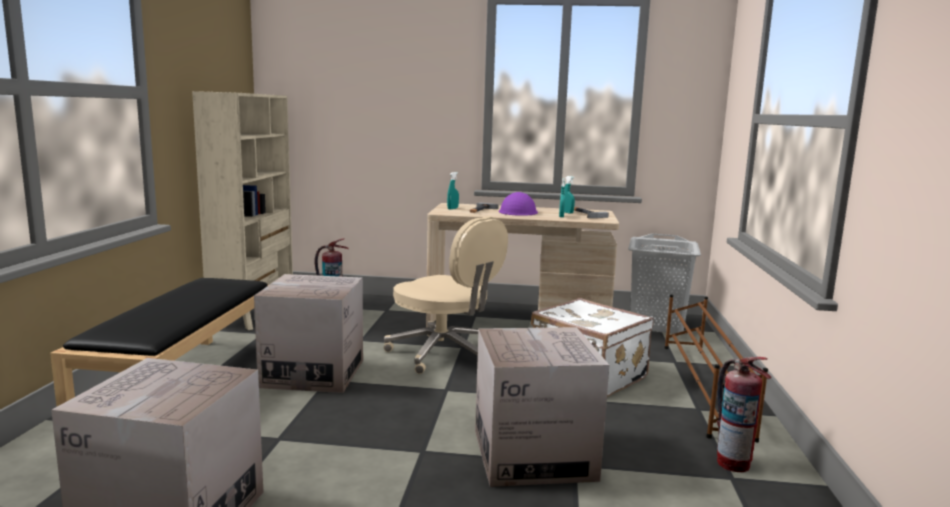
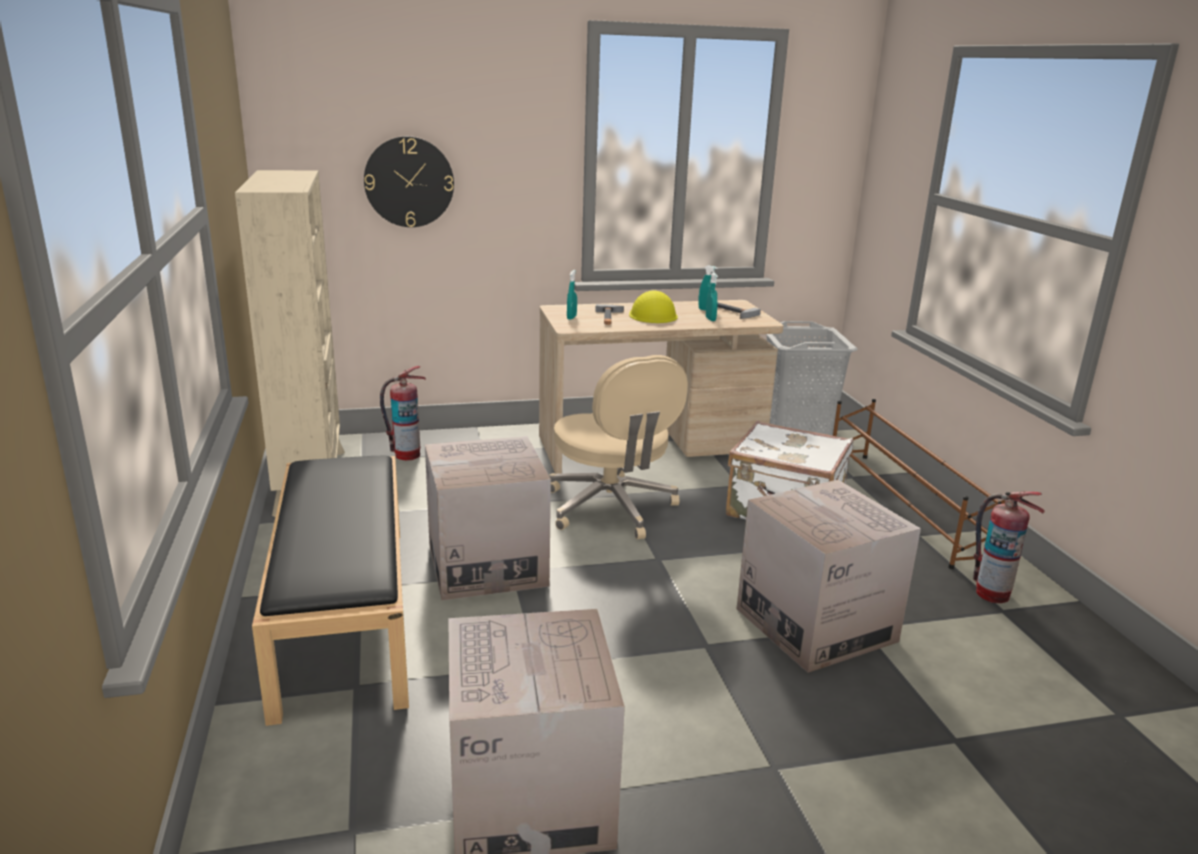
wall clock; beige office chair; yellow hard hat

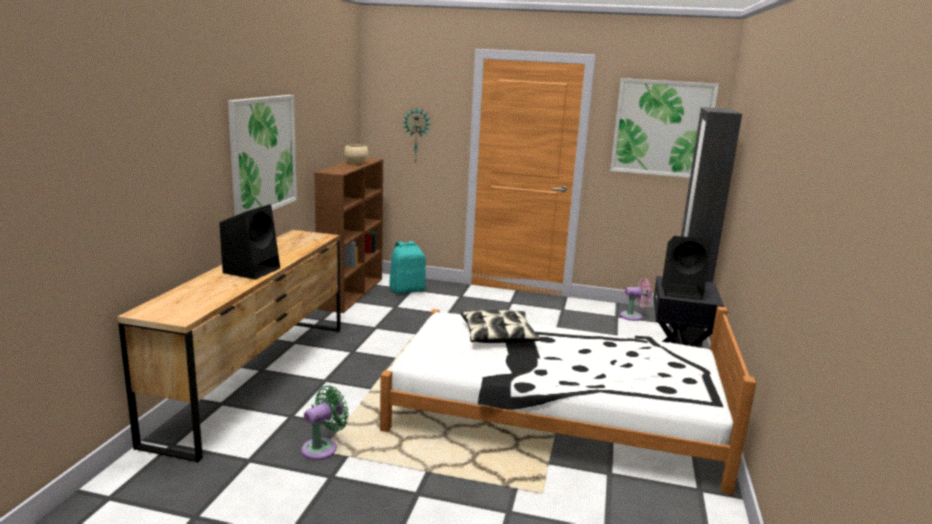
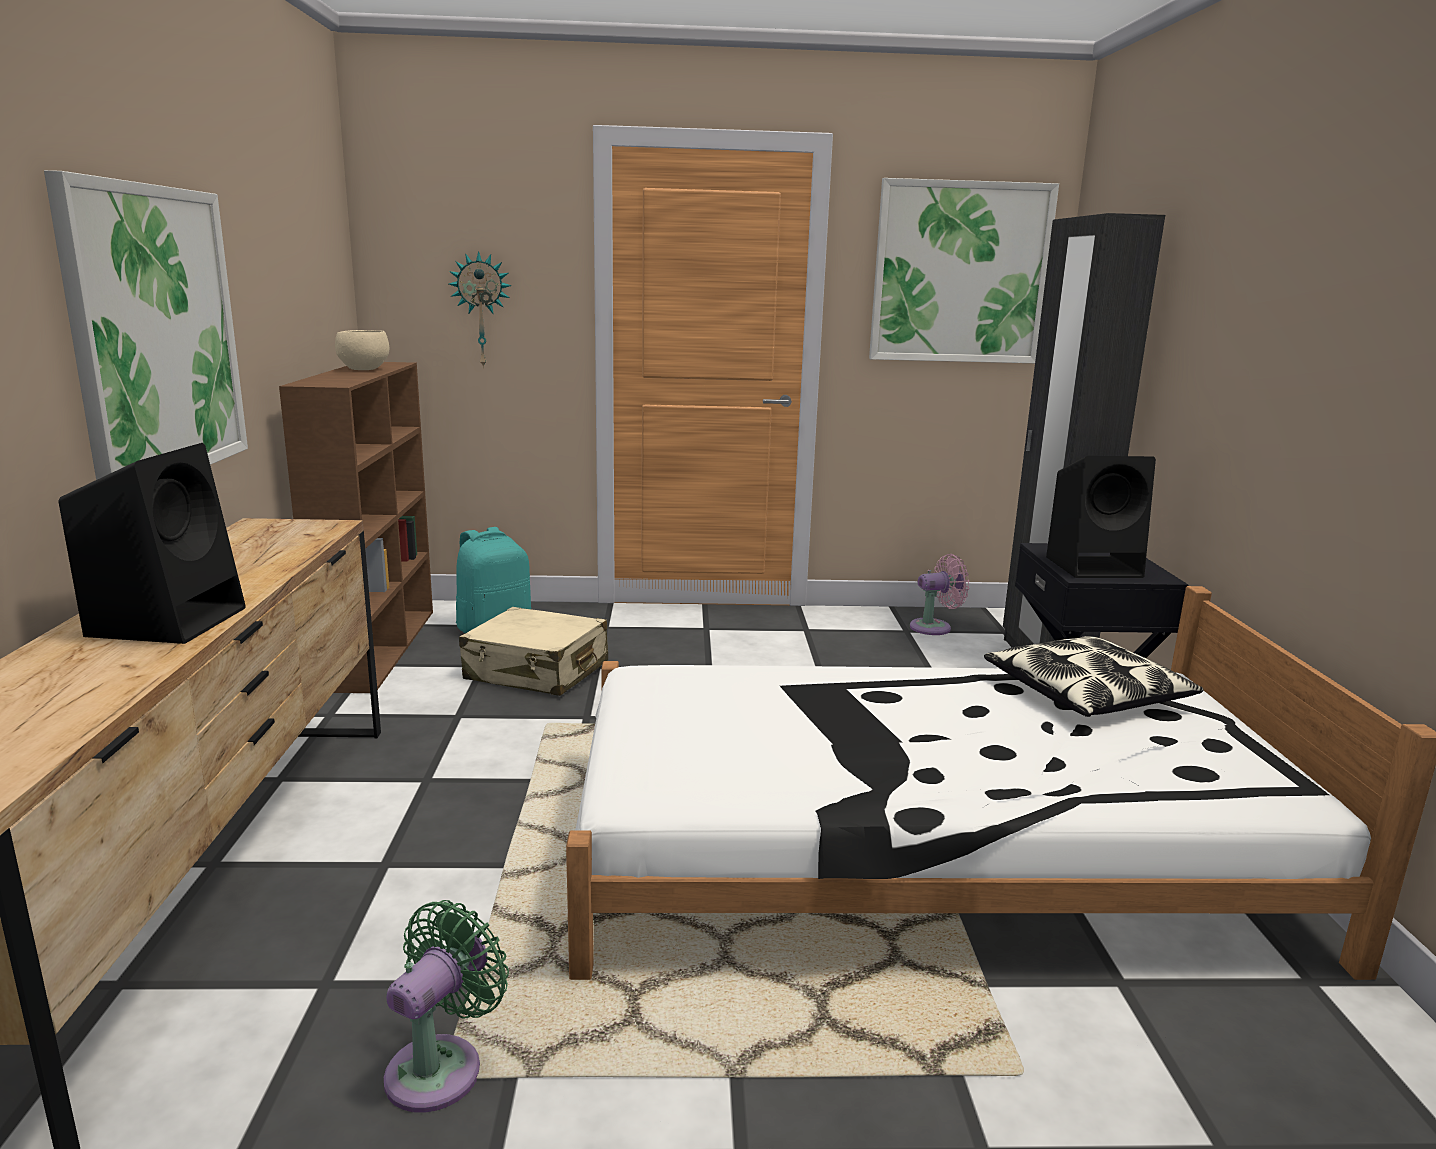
beige suitcase; pillow

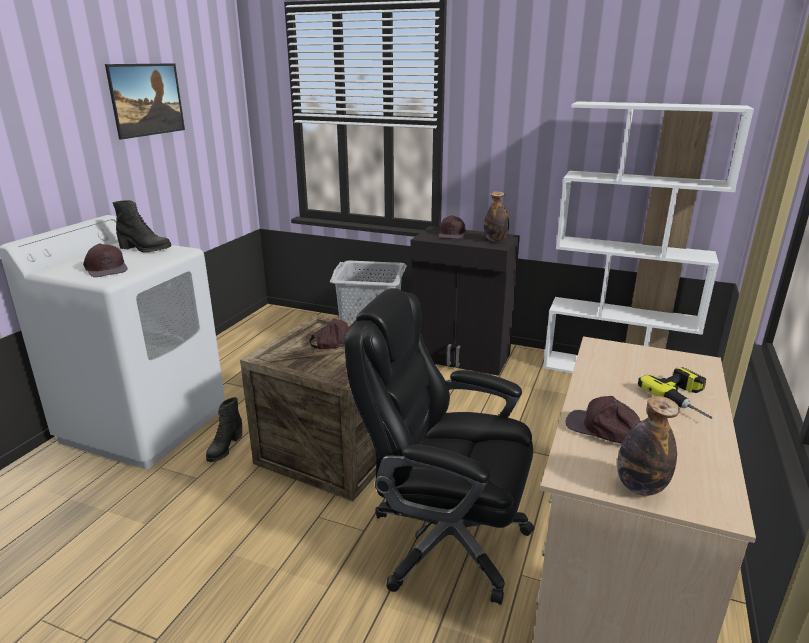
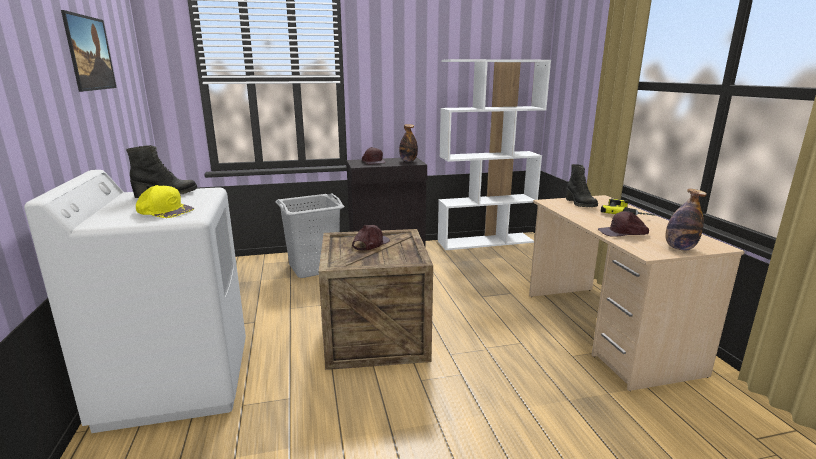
yellow cap; black boot (no. 2 from left); black office chair

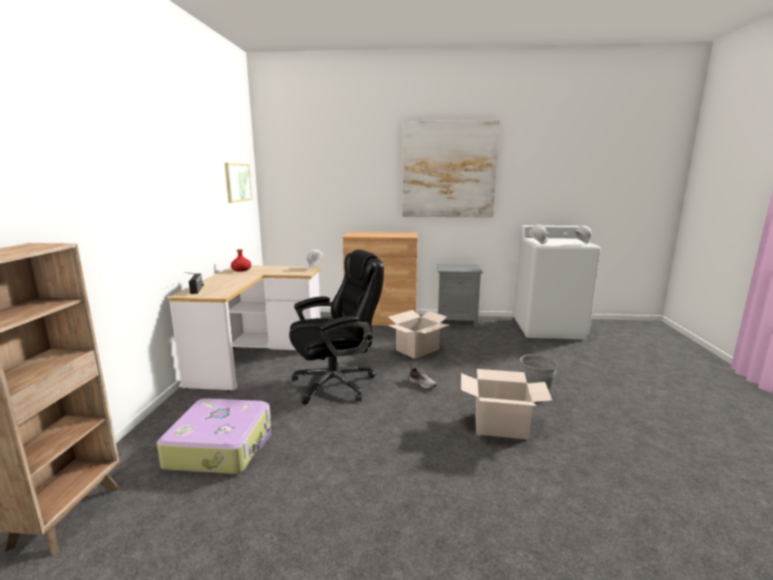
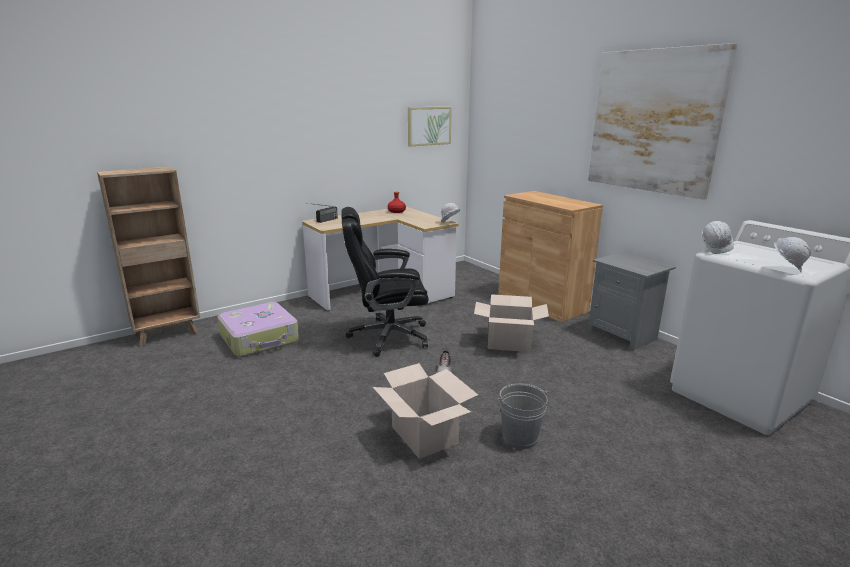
black office chair

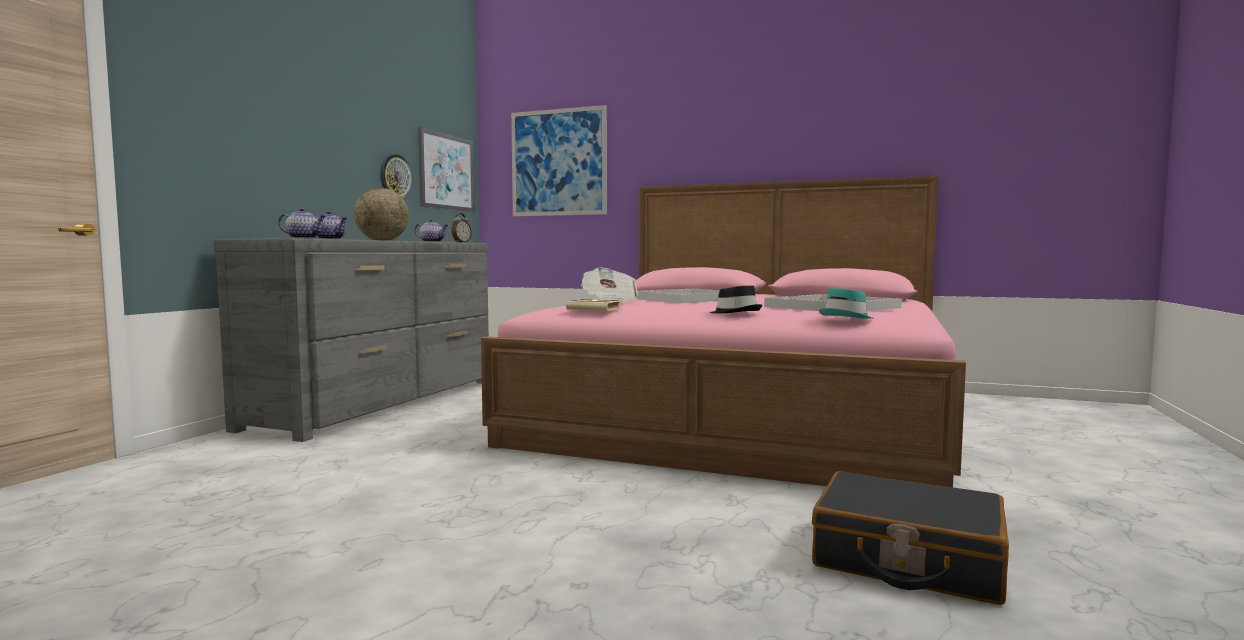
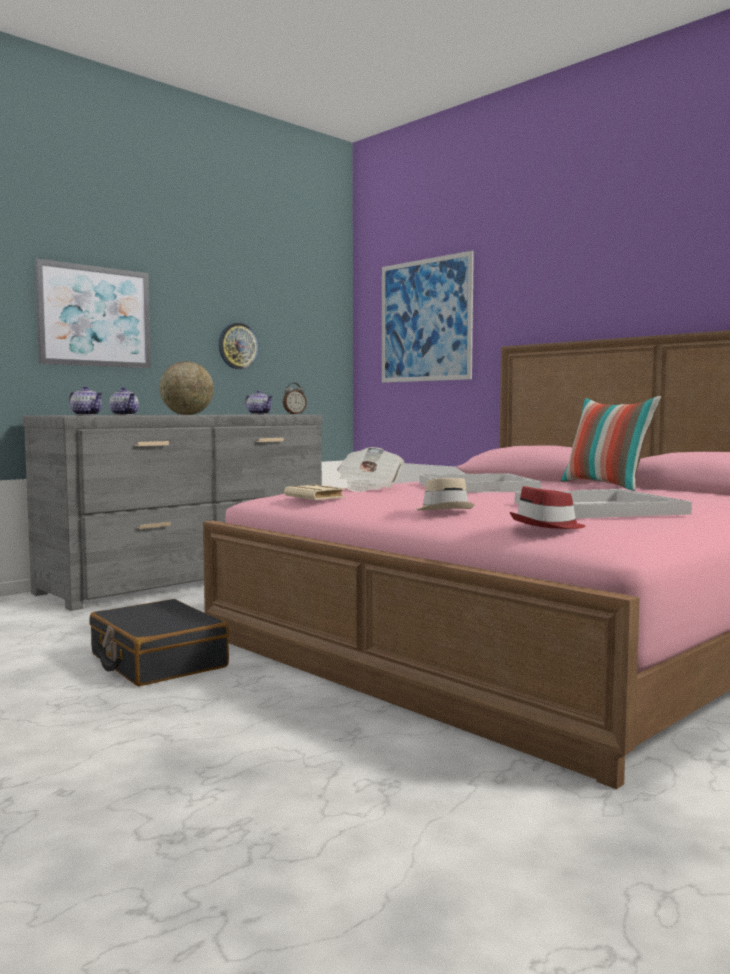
picture (no. 1 from left); black suitcase; beige hat; red hat; pillow

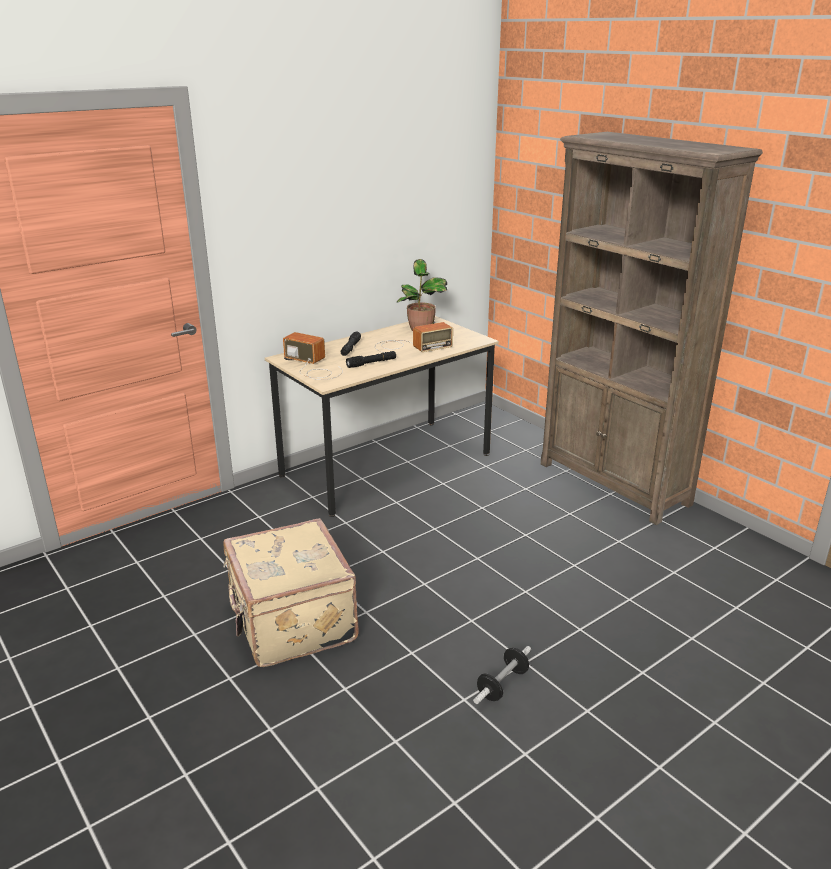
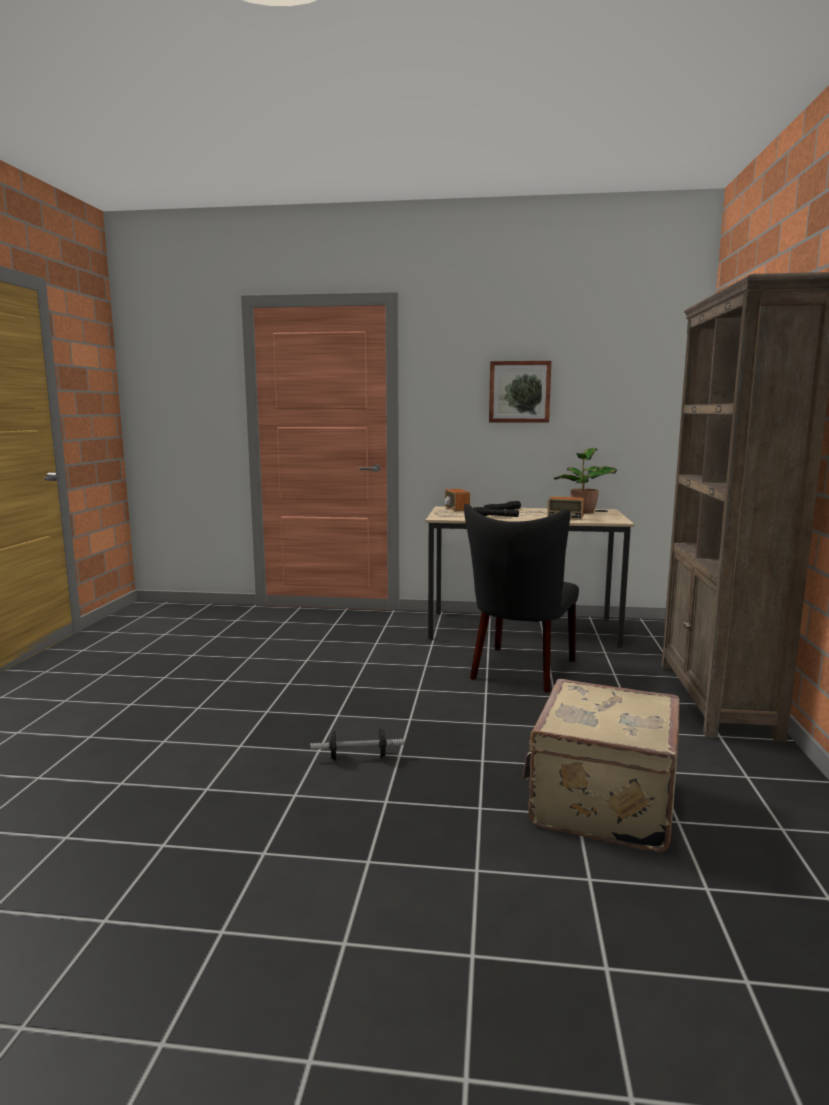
black chair; picture; beige suitcase

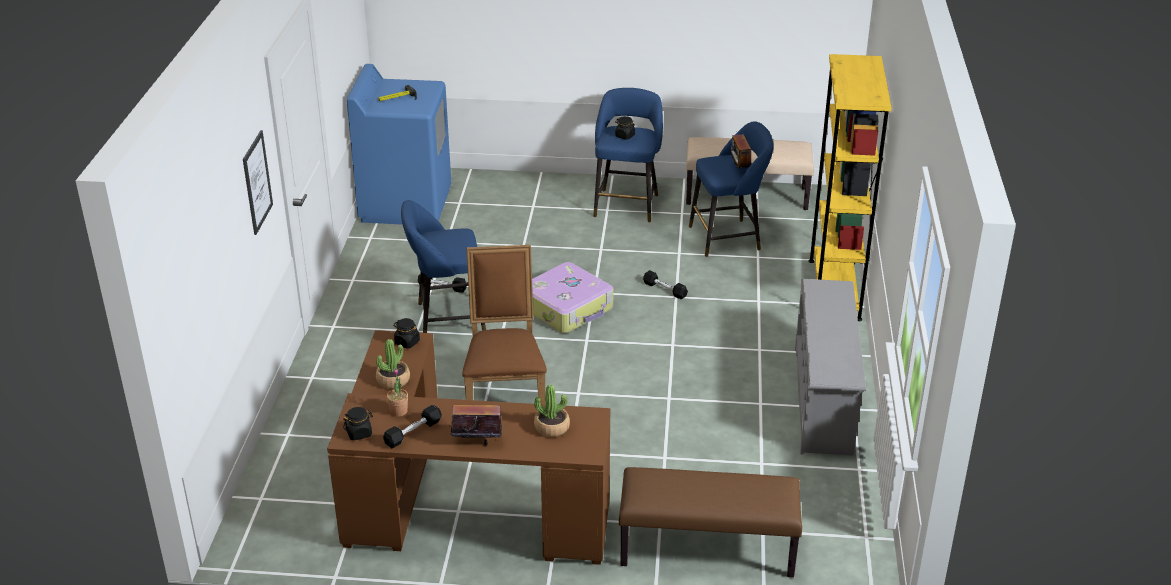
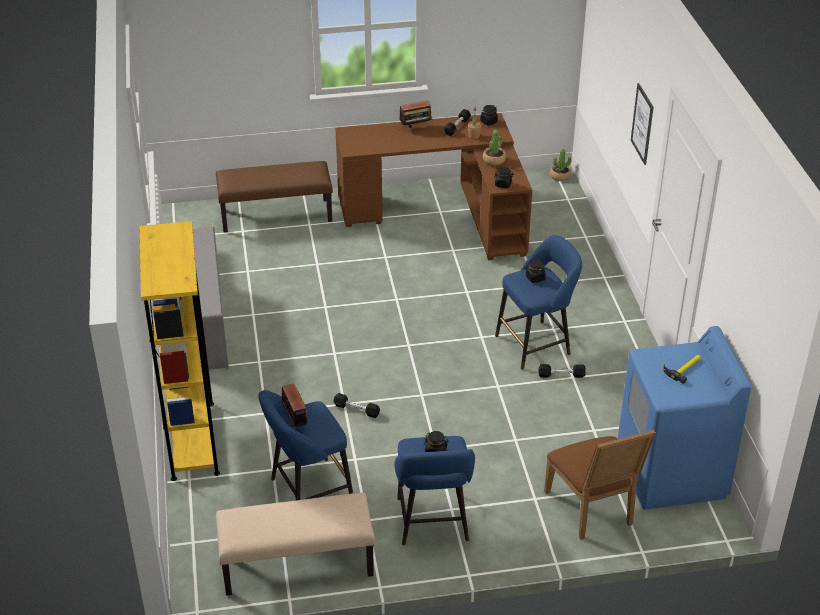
black jar (no. 4 from left); brown chair; potted plant (no. 3 from left); suitcase

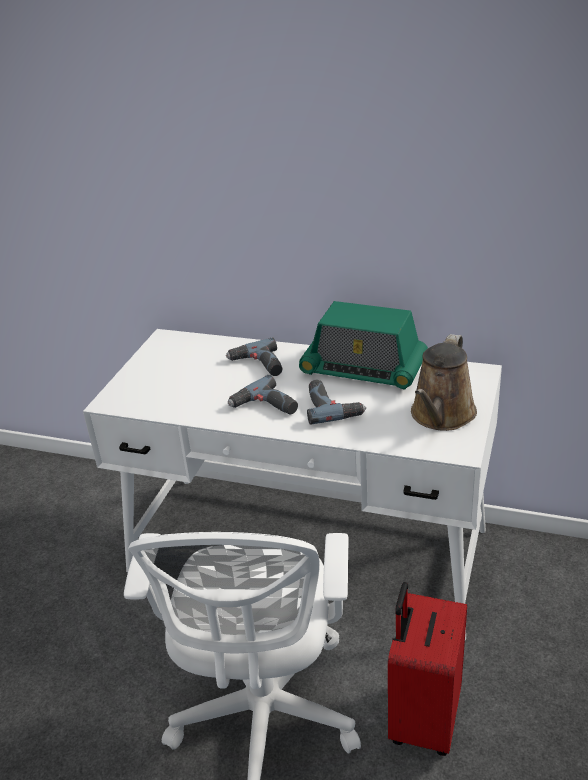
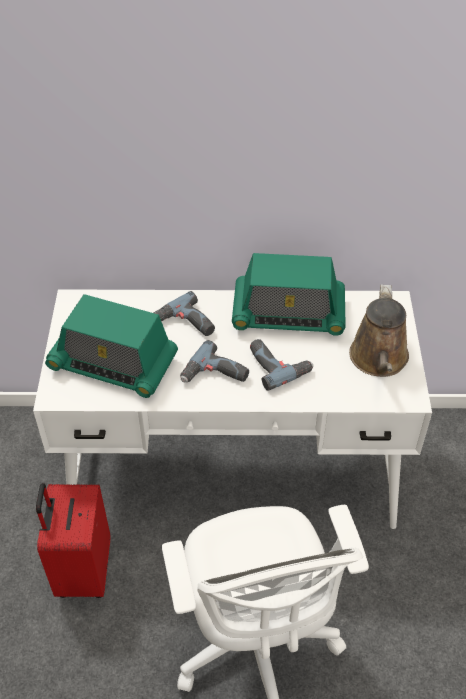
red suitcase; radio (no. 1 from left)

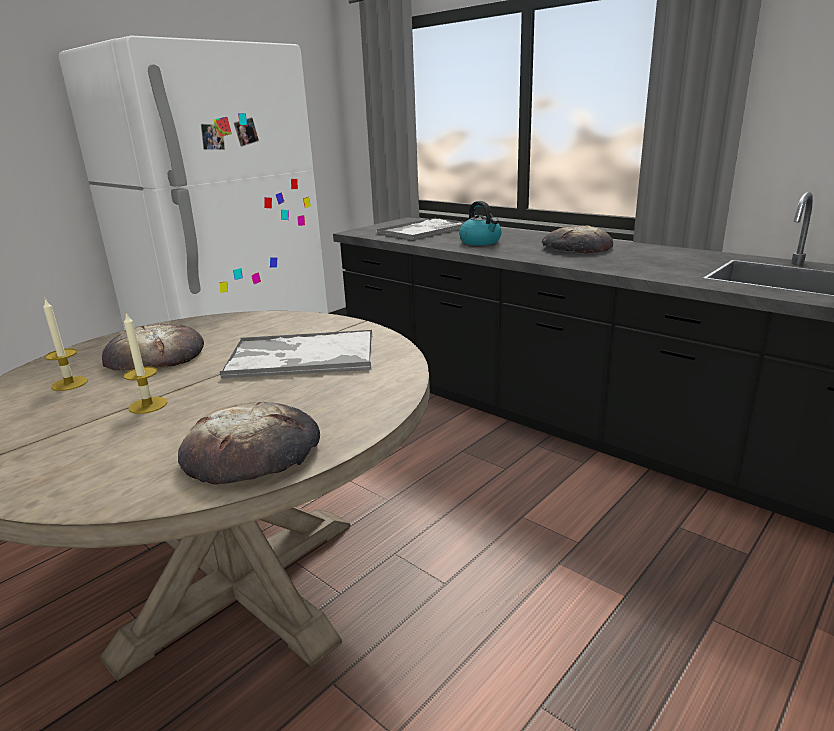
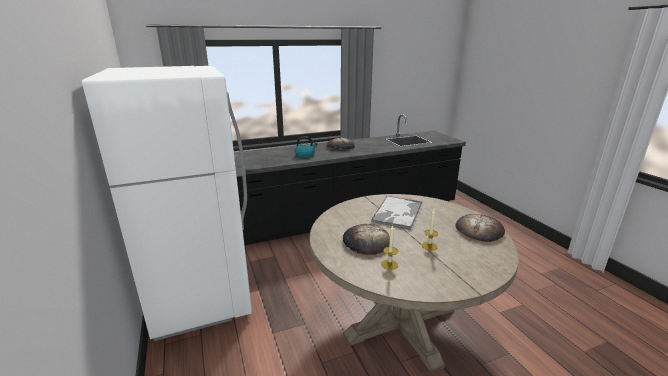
tray (no. 2 from left in the first image)

